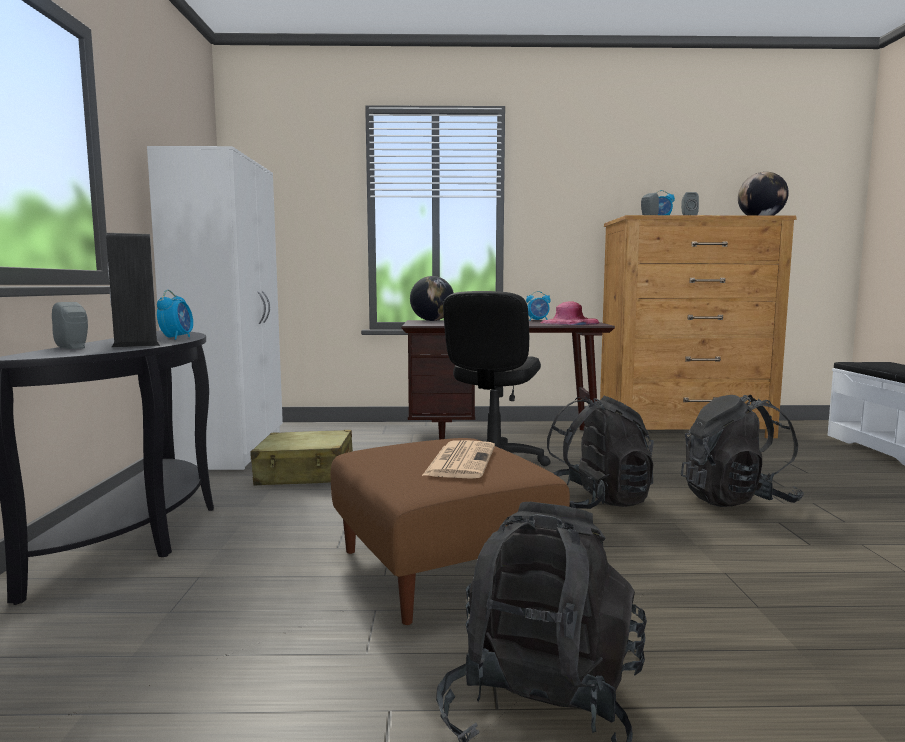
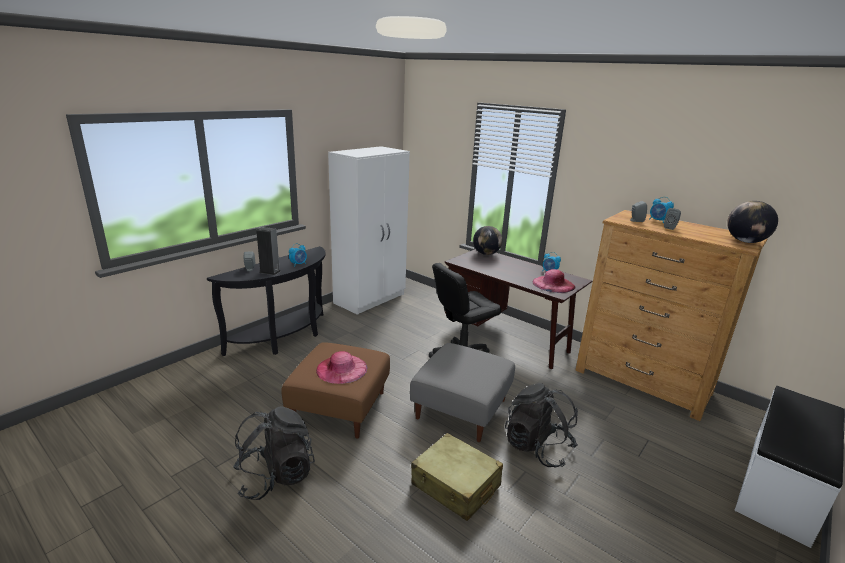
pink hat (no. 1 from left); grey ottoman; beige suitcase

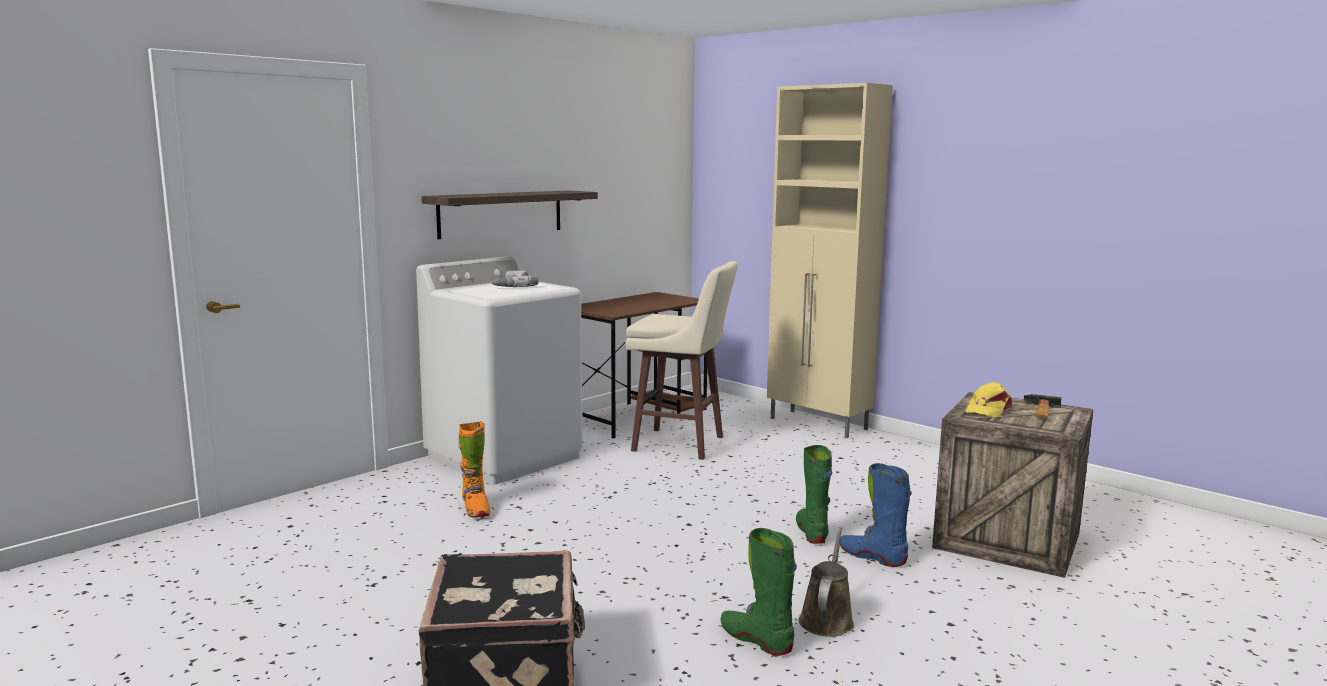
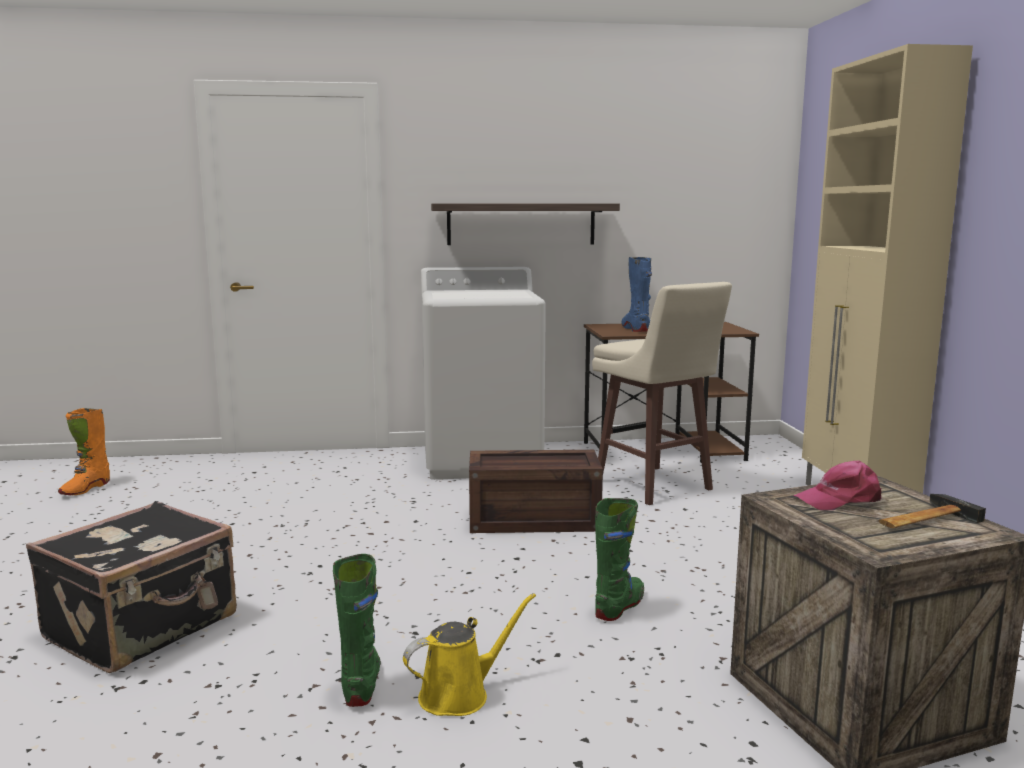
orange boot; yellow watering can; crate (no. 1 from left); blue boot; pink cap; power drill

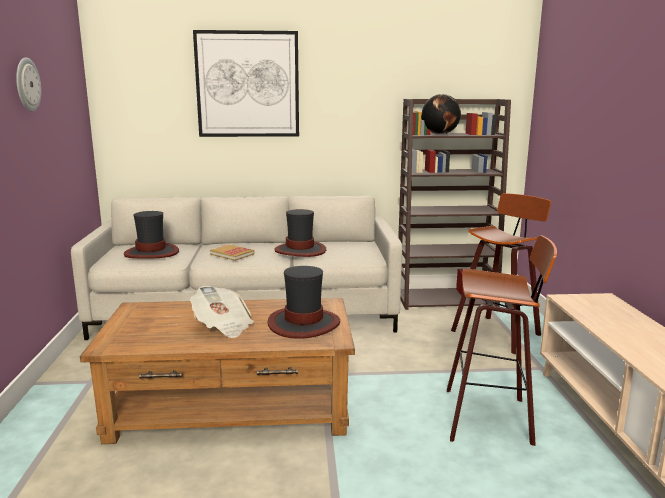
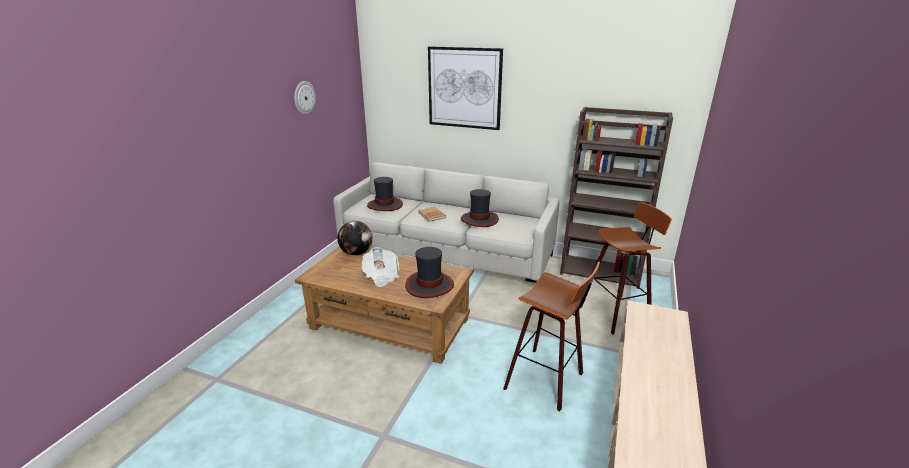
globe

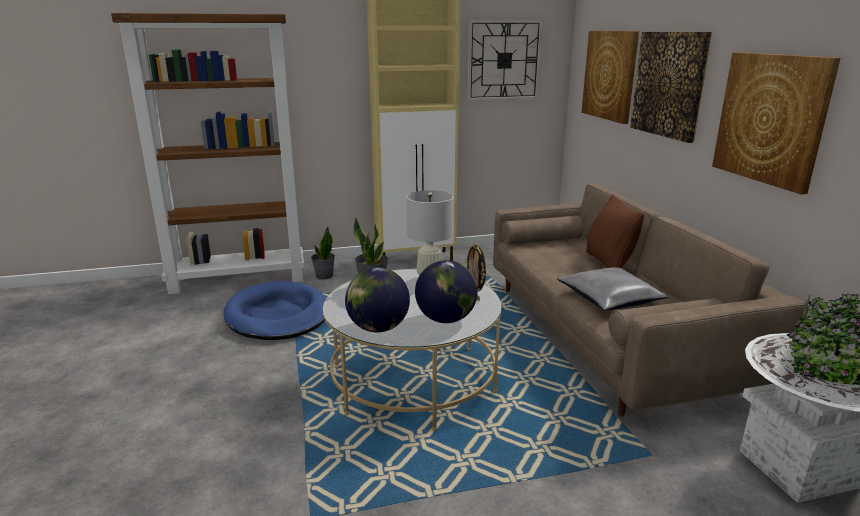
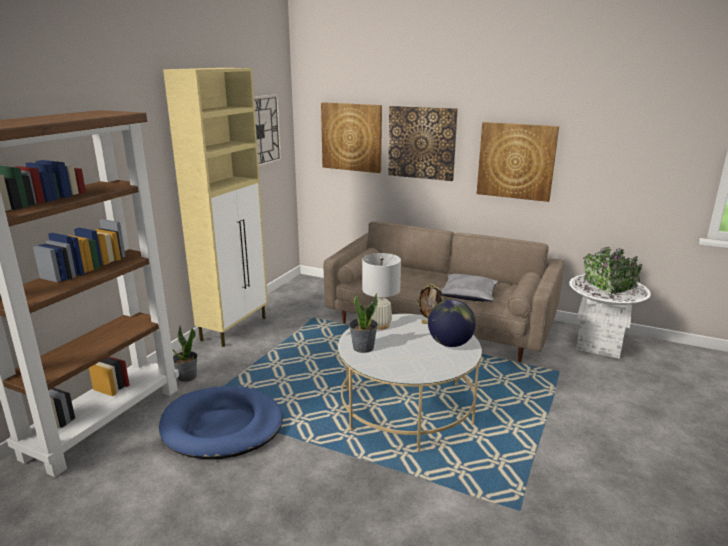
globe (no. 1 from left in the first image); brown pillow

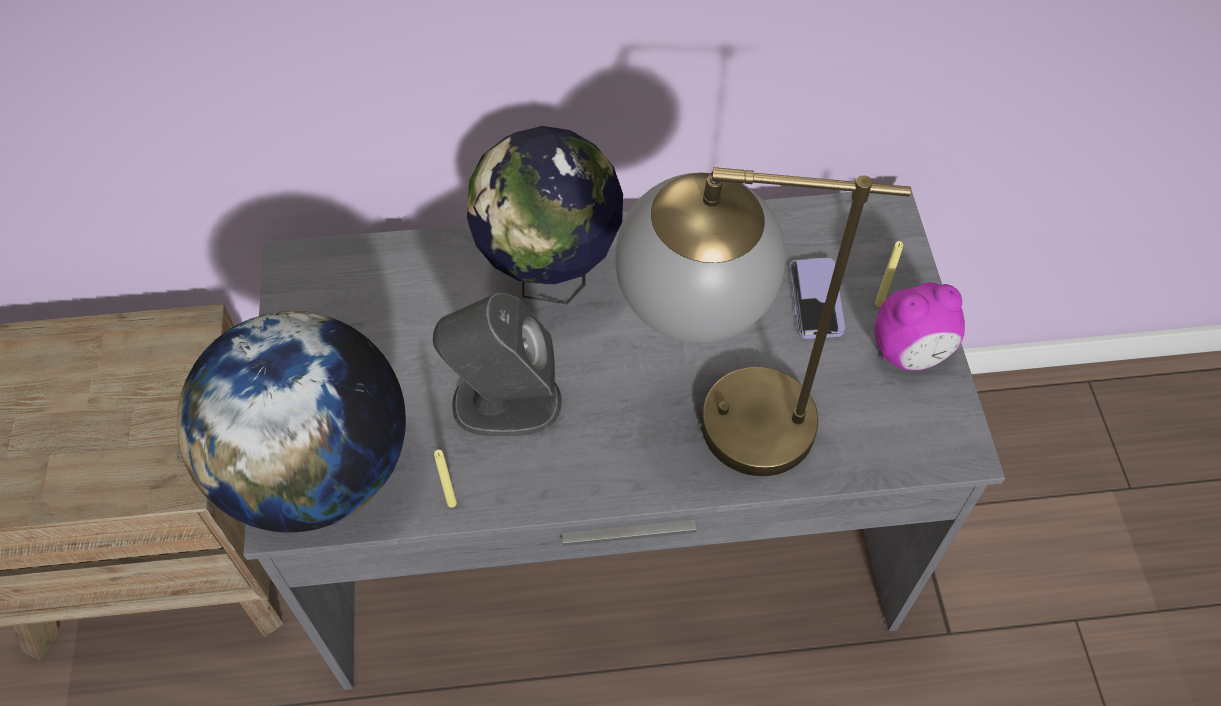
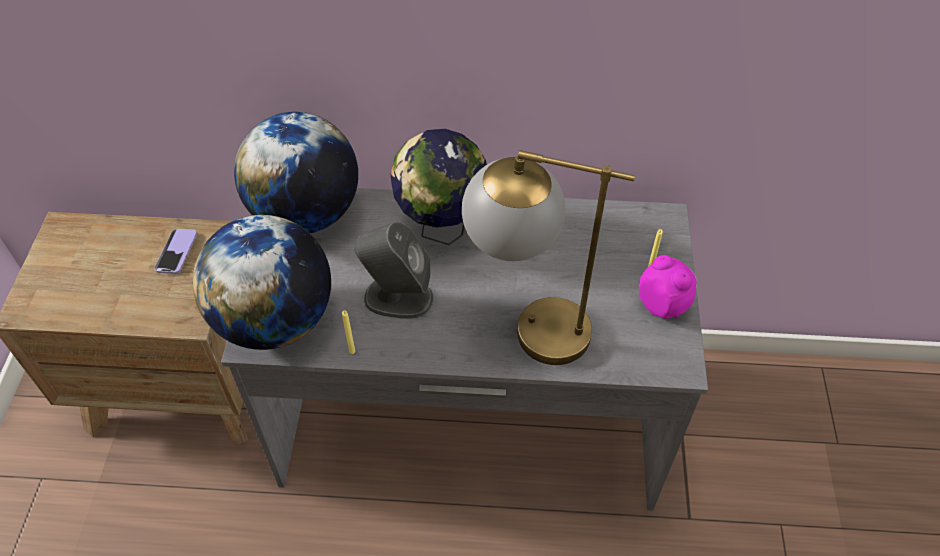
phone; globe (no. 2 from left); alarm clock

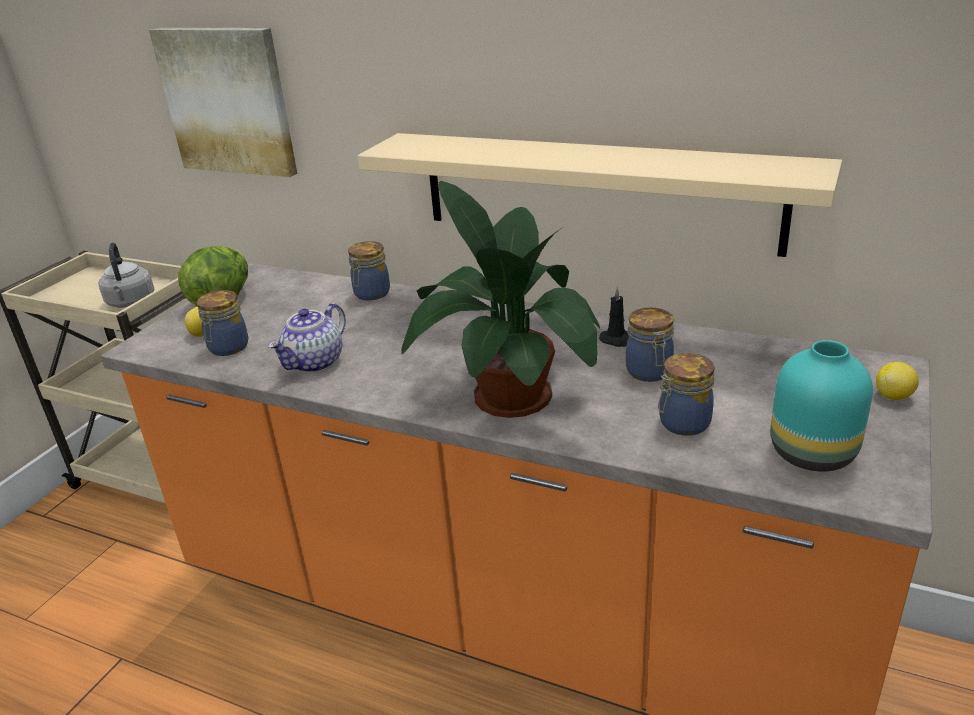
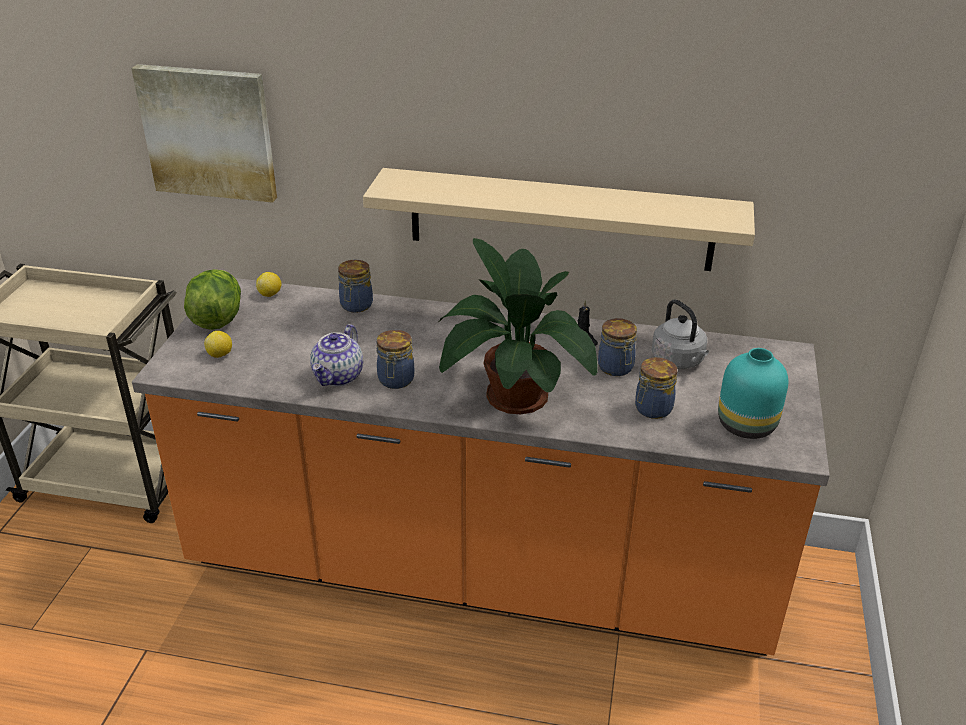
lemon (no. 2 from left); jar (no. 2 from left); grey kettle

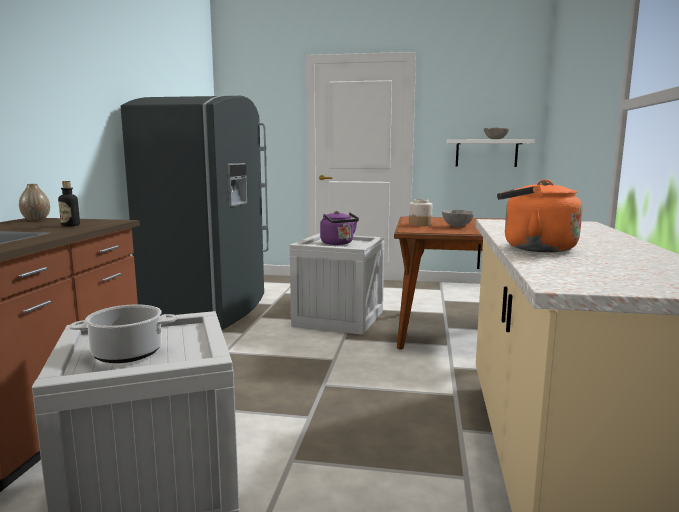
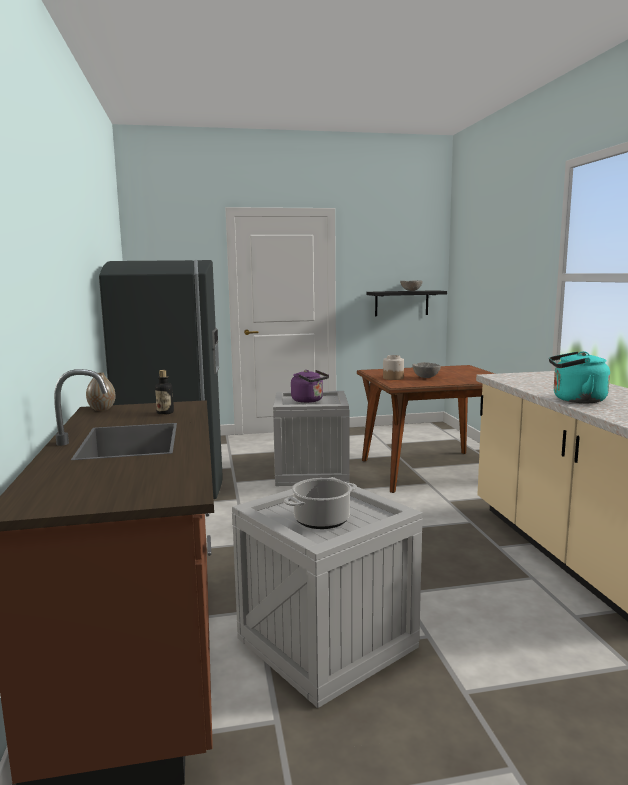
black shelf; turquoise kettle

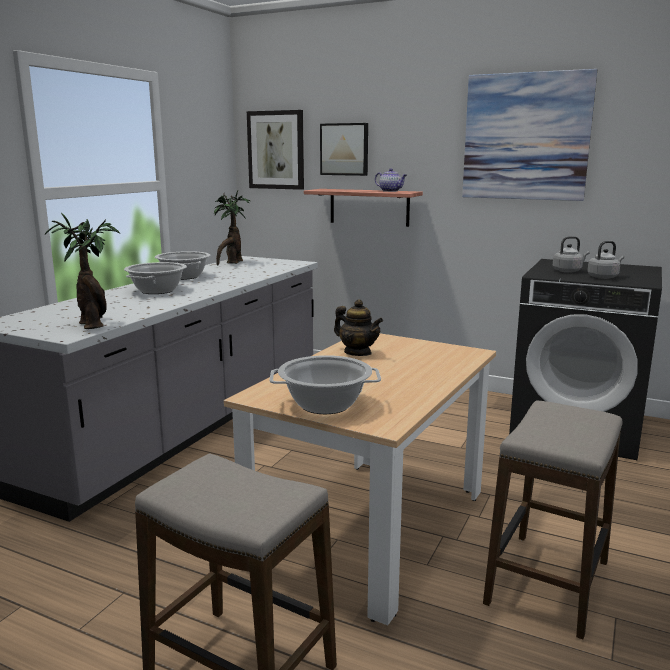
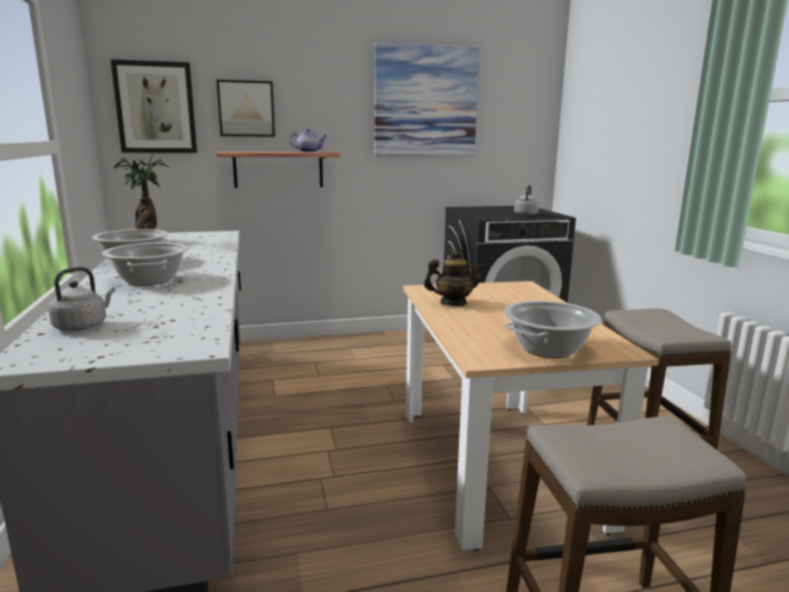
grey kettle (no. 1 from left); potted plant (no. 1 from left in the first image)

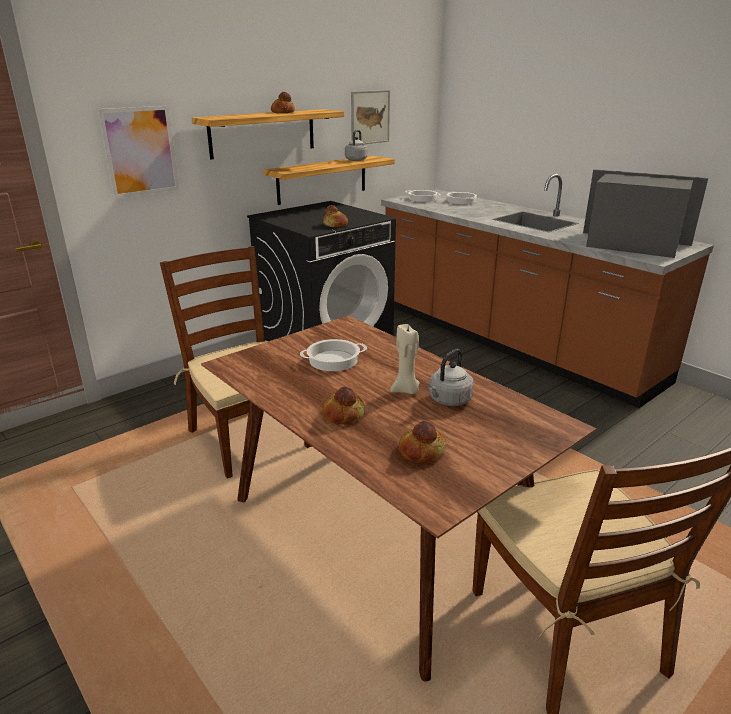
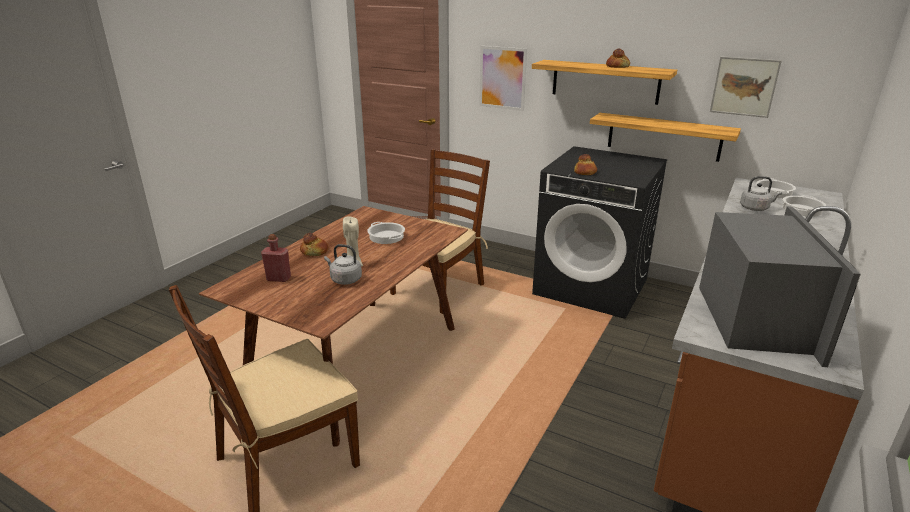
red bottle; grey kettle (no. 2 from left)

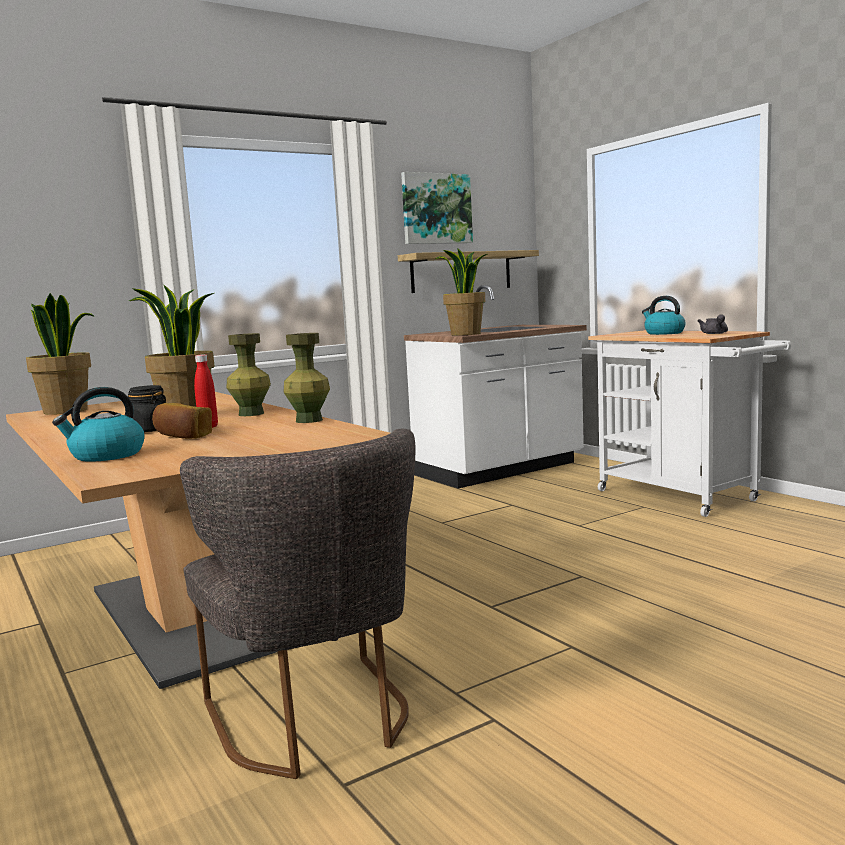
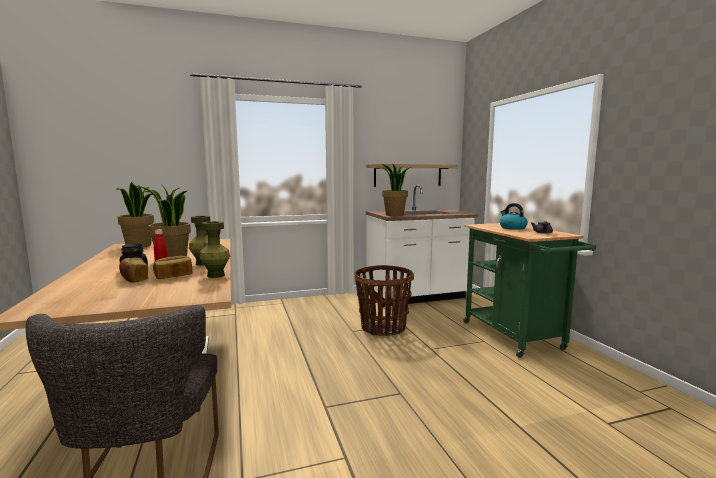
bread (no. 2 from left); basket; green cart; kettle (no. 1 from left in the first image); picture

